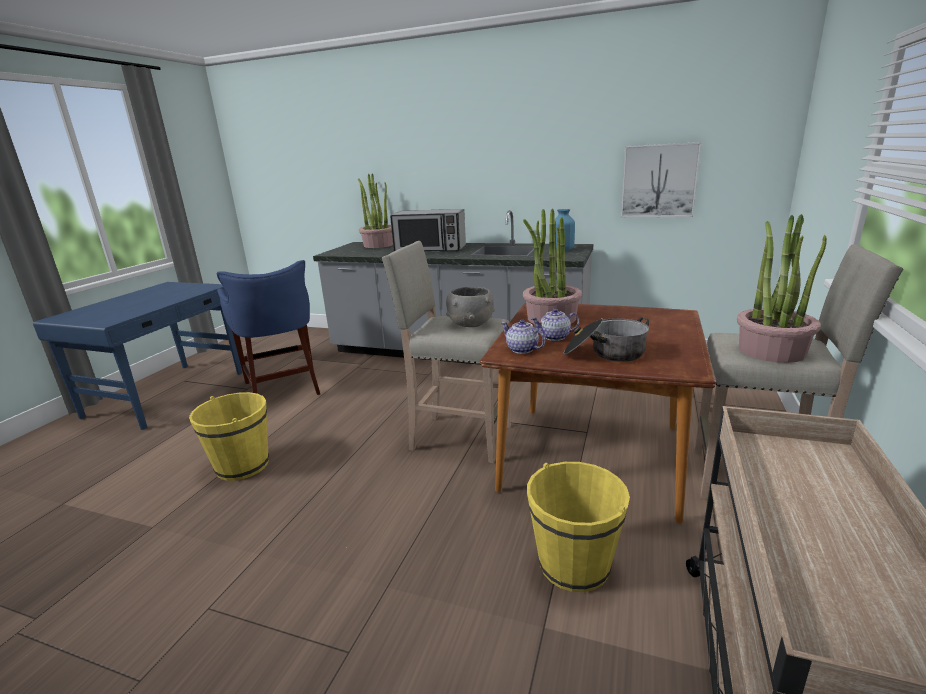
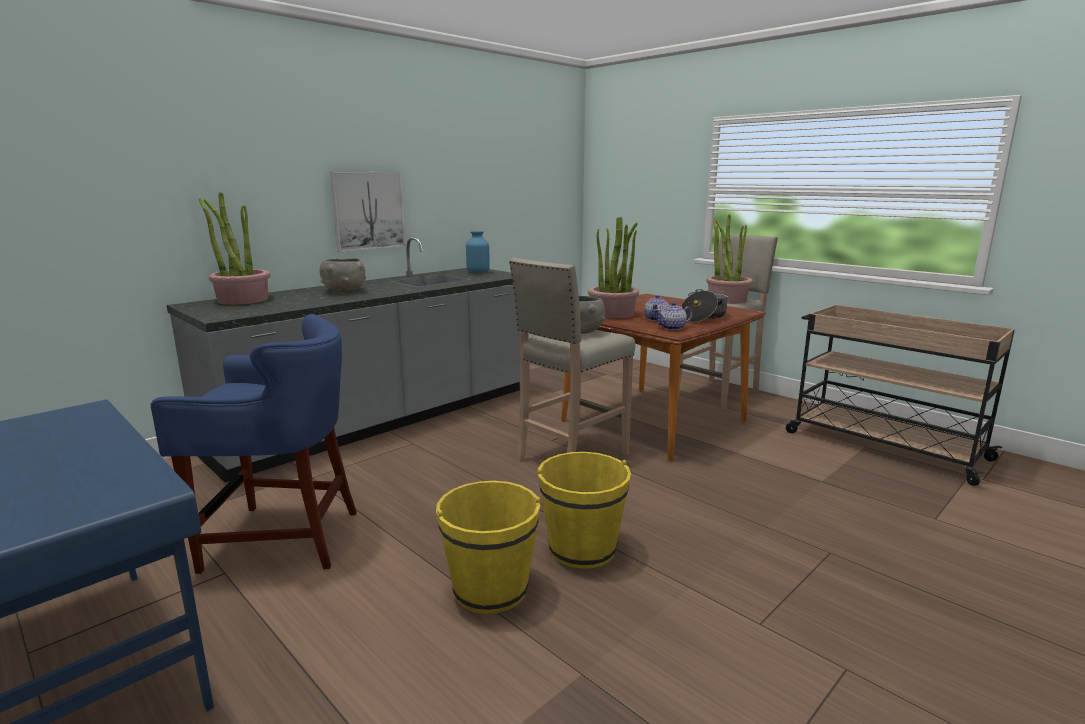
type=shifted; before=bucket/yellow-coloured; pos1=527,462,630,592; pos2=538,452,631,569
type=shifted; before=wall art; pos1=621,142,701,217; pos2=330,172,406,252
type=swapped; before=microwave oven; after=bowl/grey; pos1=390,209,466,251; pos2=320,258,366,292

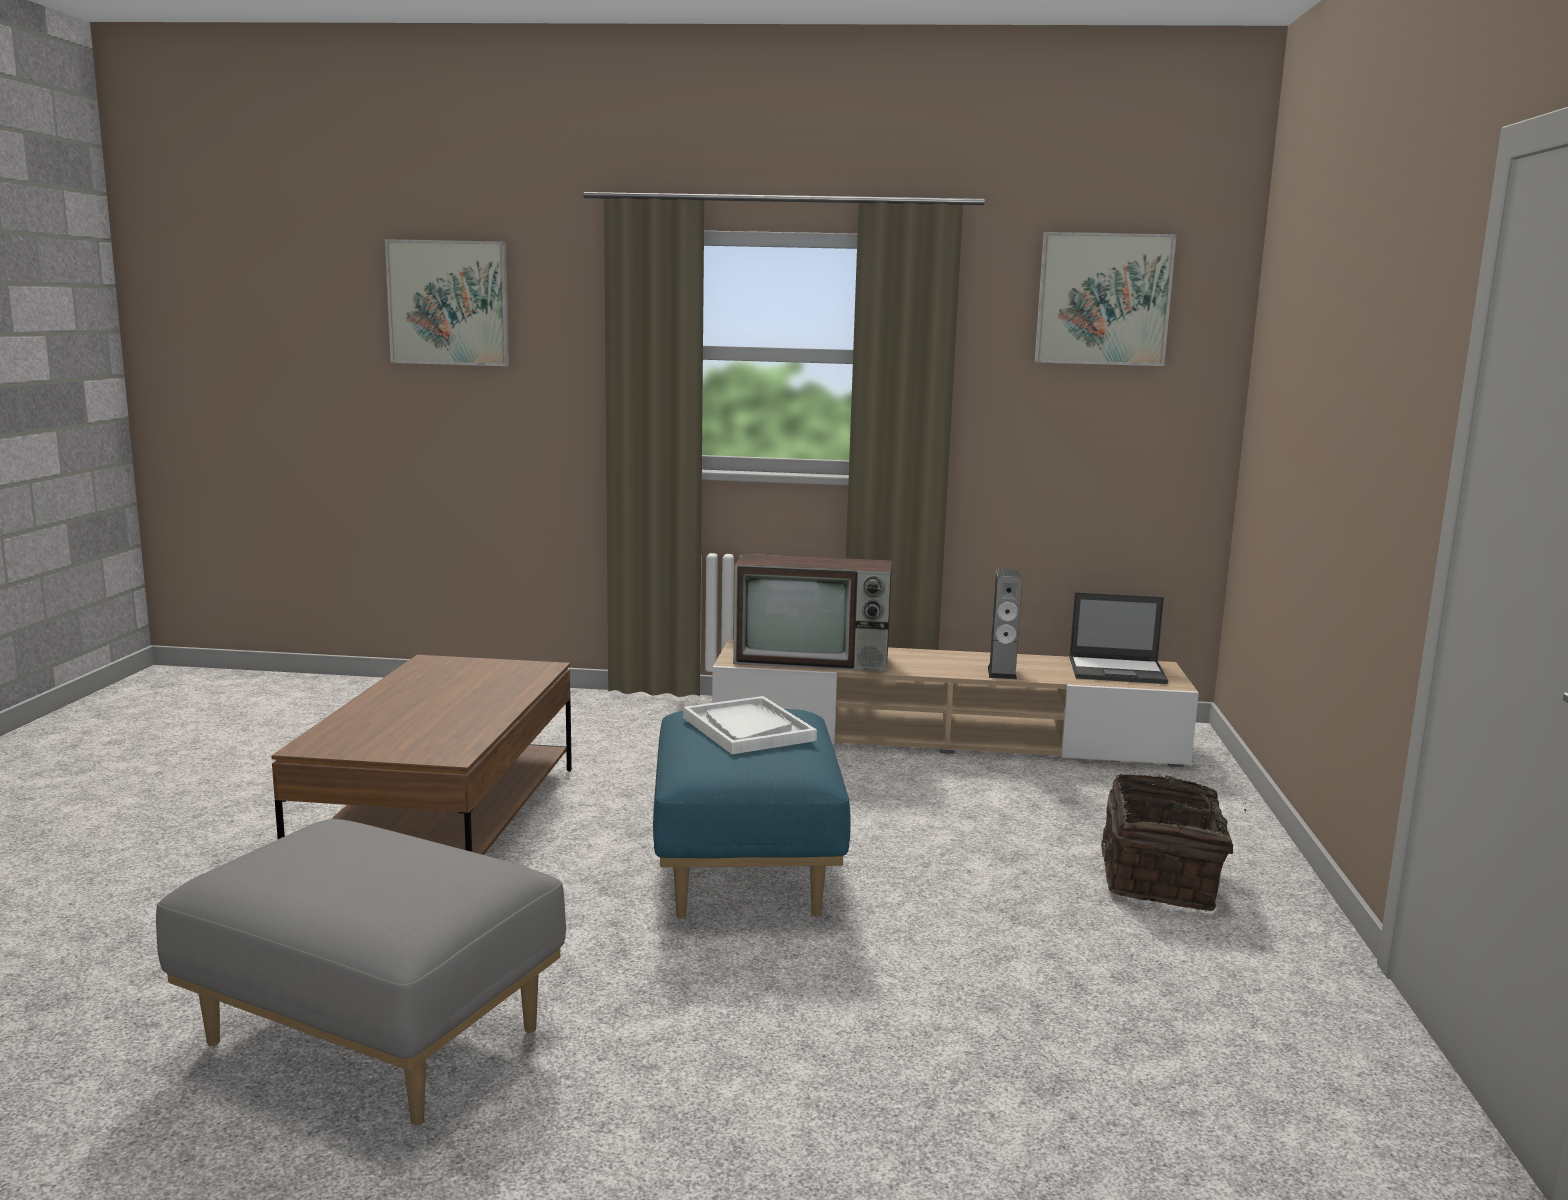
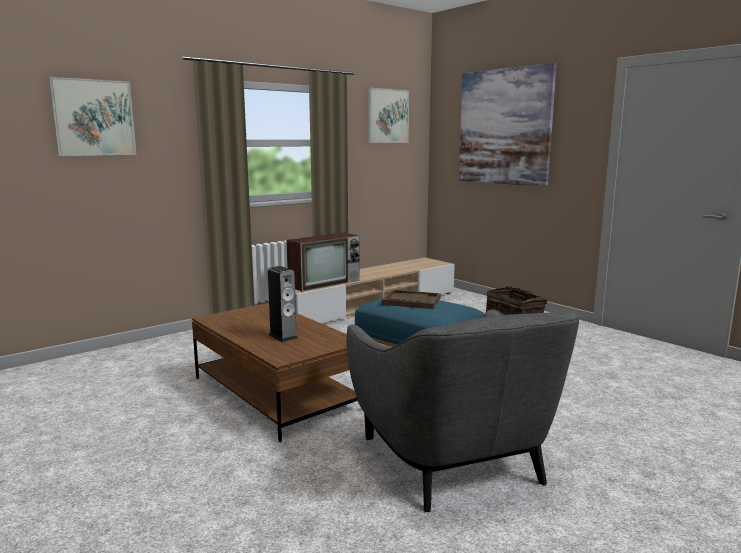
type=gone; before=notebook computer; pos1=1069,592,1168,684
type=new; after=wall art; pos2=459,63,557,187
type=shifted; before=loudspeaker; pos1=988,569,1022,679; pos2=268,266,298,342
type=swapped; before=footrest/grey; after=easy chair/grey; pos1=156,819,566,1126; pos2=347,309,580,512
type=repainted; before=carrying tray/white-coloured; after=carrying tray/brown; pos1=683,696,817,754; pos2=382,290,441,309

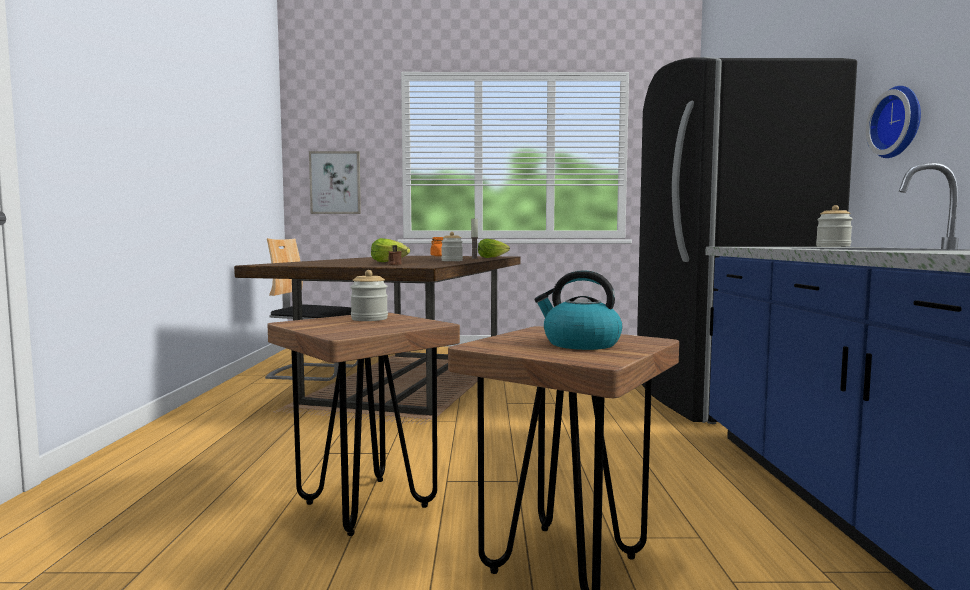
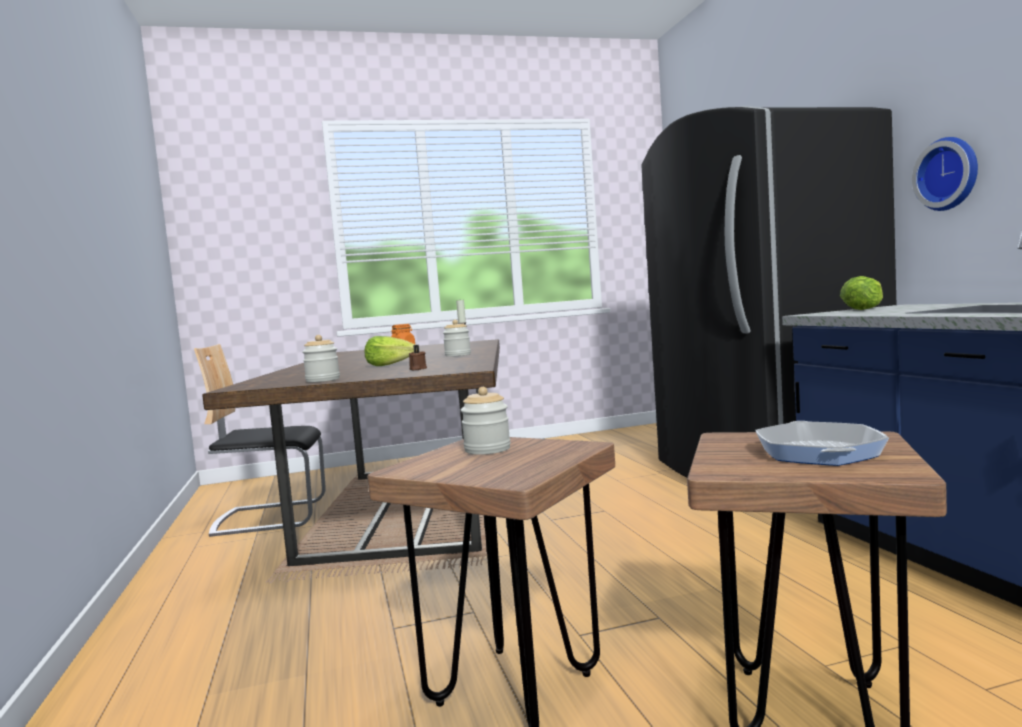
type=gone; before=wall art; pos1=309,151,361,214
type=shifted; before=lettuce; pos1=478,239,510,258; pos2=840,276,883,310
type=shifted; before=jar; pos1=816,205,853,247; pos2=302,335,340,382
type=swapped; before=tea kettle; after=frying pan; pos1=534,270,622,350; pos2=755,421,889,466

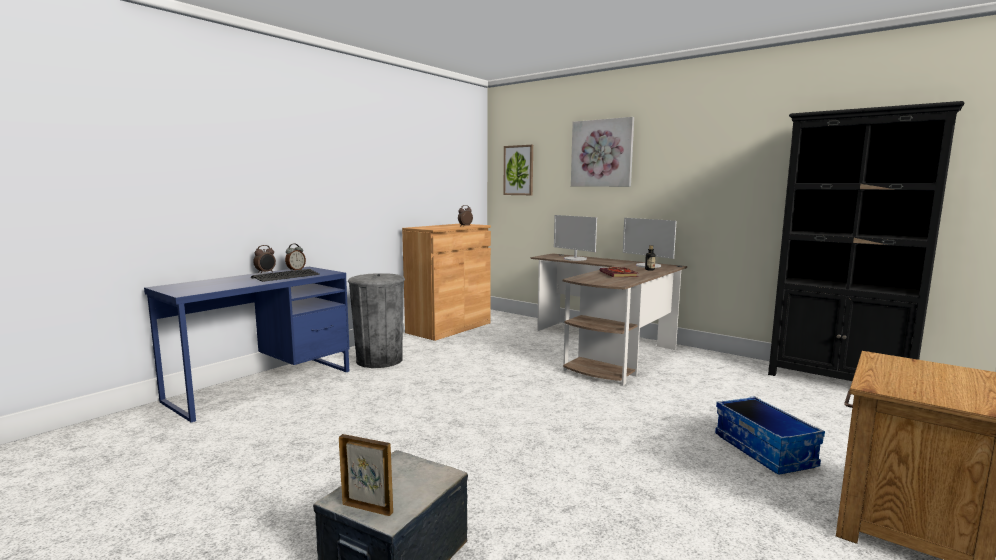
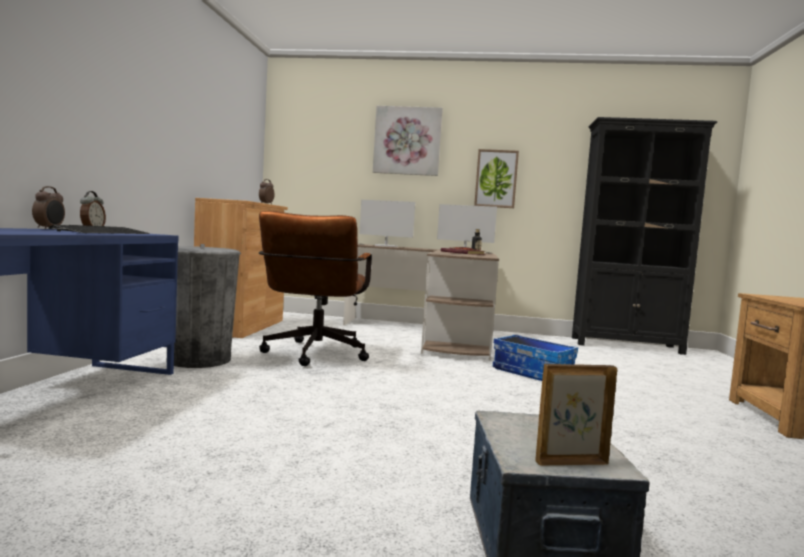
type=new; after=desk chair/brown; pos2=259,211,372,366
type=shifted; before=wall art; pos1=504,145,533,195; pos2=474,149,519,208
type=shifted; before=storage container; pos1=715,396,825,475; pos2=493,334,578,381

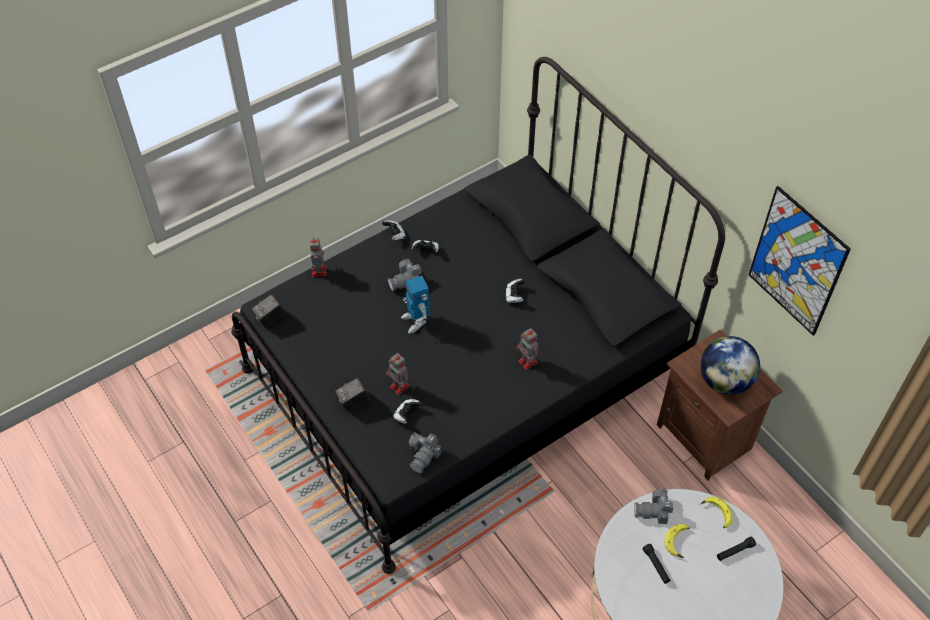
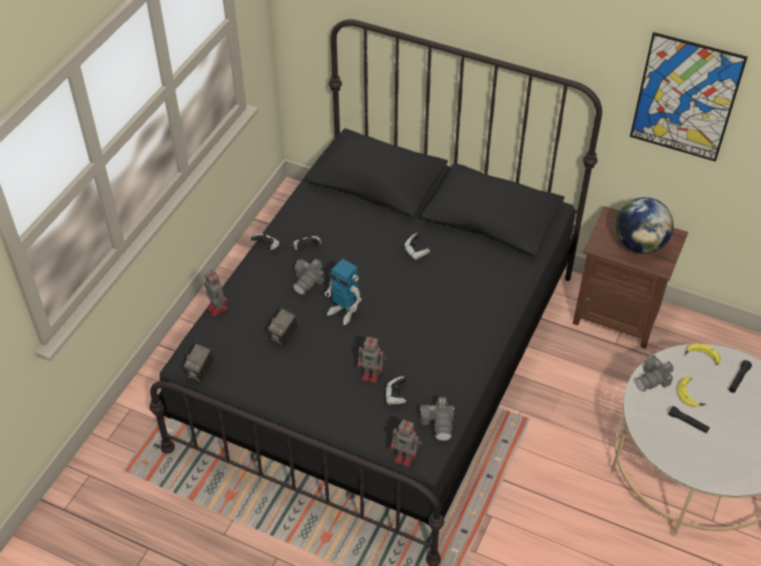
type=shifted; before=still camera; pos1=335,378,370,412; pos2=268,308,298,346
type=shifted; before=model robot; pos1=517,328,541,370; pos2=391,419,422,467

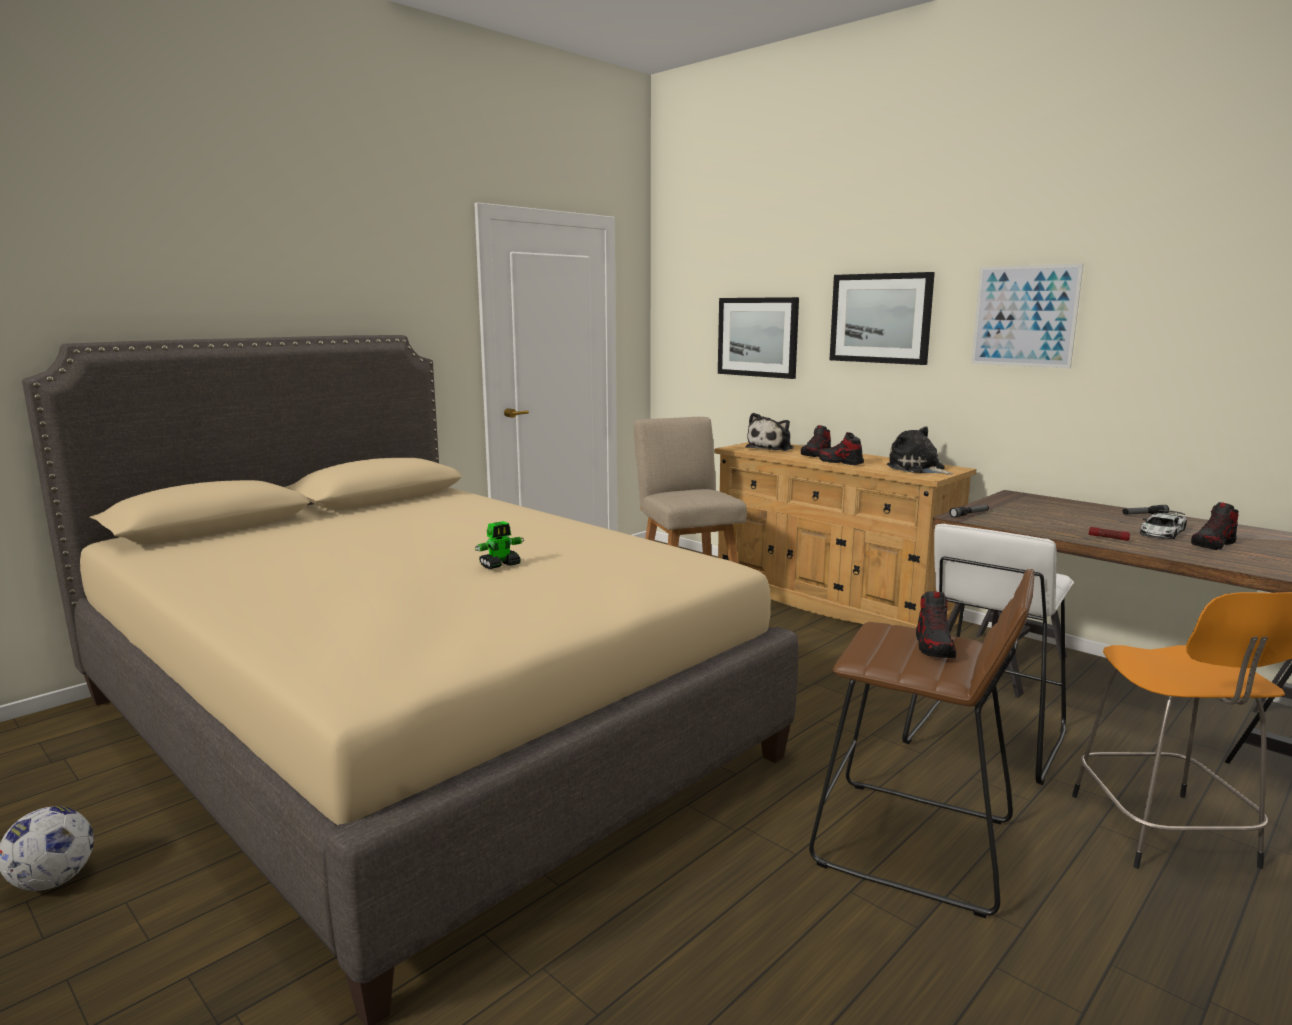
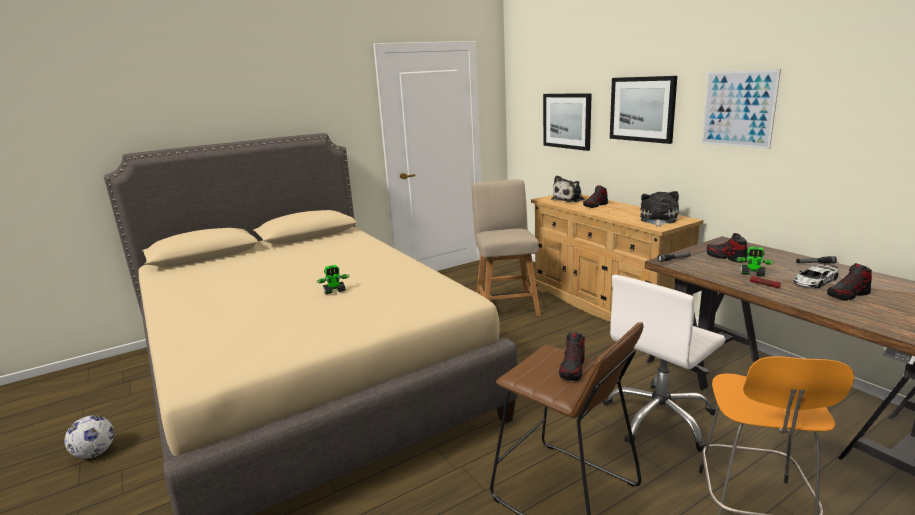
type=new; after=model robot; pos2=735,247,775,277
type=shifted; before=shoe; pos1=819,432,864,465; pos2=707,233,748,263
type=swapped; before=sitting stool/white-coloured; after=desk chair/white-coloured; pos1=902,524,1074,785; pos2=603,275,726,452
type=rotated; before=cuddly toy; pos1=887,426,953,475; pos2=640,191,679,227; turn=45

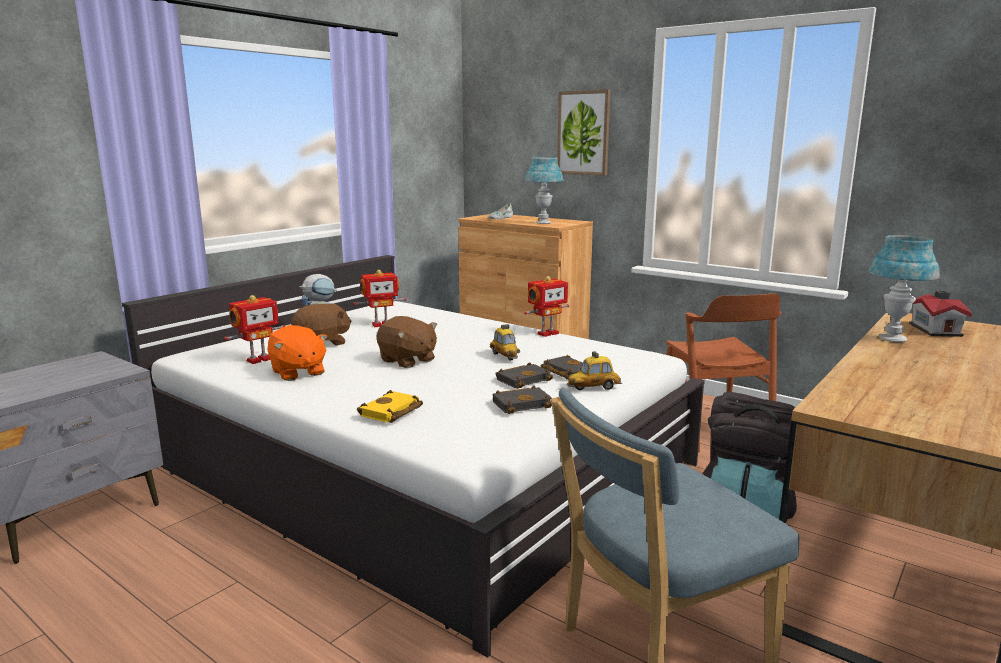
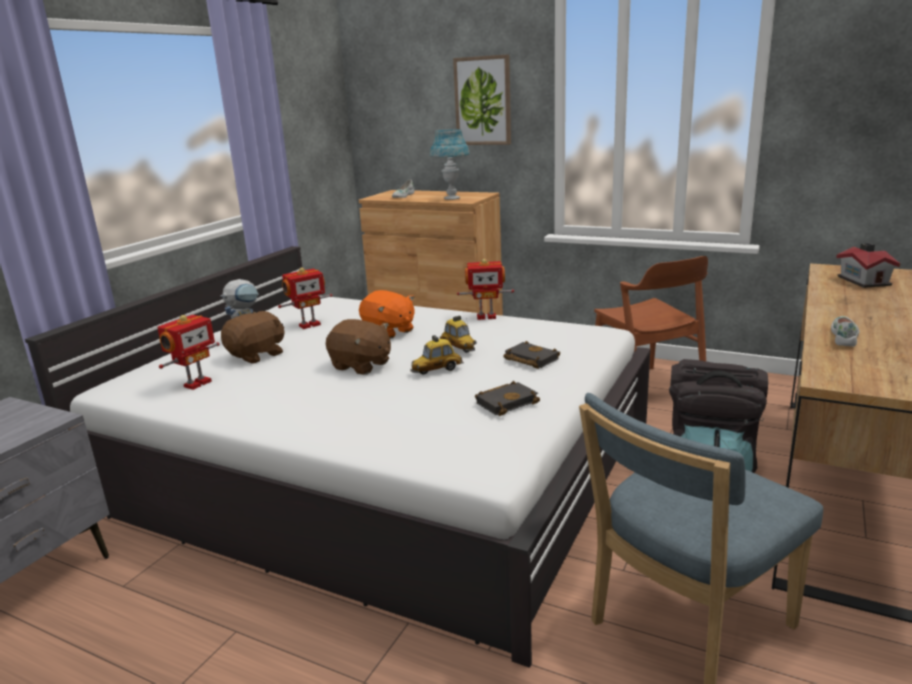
type=gone; before=volume/yellow-coloured; pos1=357,390,423,423
type=gone; before=volume/blackish; pos1=495,362,553,389
type=gone; before=table lamp/blue-coloured; pos1=869,235,940,342
type=new; after=shoe/white-coloured; pos2=831,316,859,347
type=shifted; before=cuddly toy/orange; pos1=267,325,328,381; pos2=359,290,415,339
type=shifted; before=miniature car; pos1=567,351,622,390; pos2=410,335,464,375
type=rotated; before=model robot; pos1=524,276,569,337; pos2=457,259,514,320; turn=45

